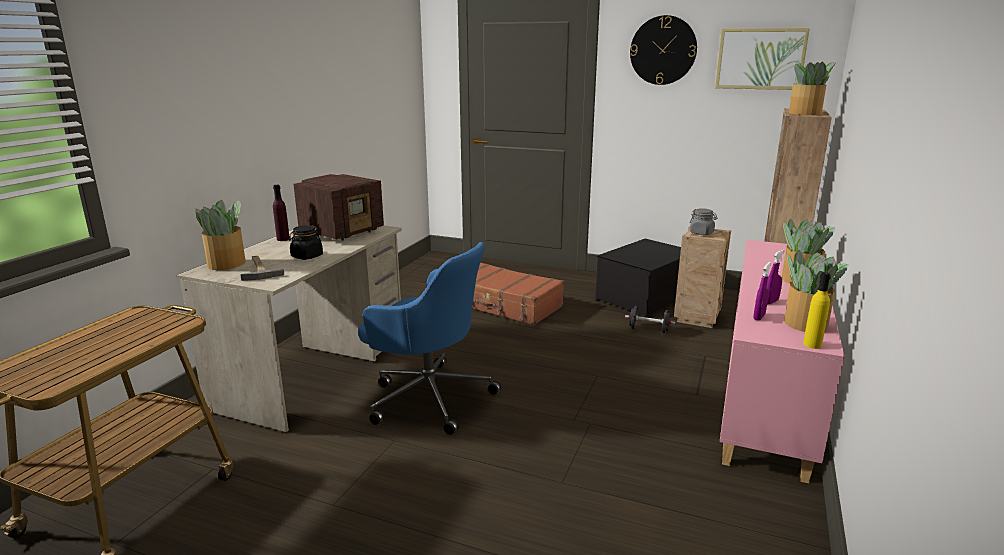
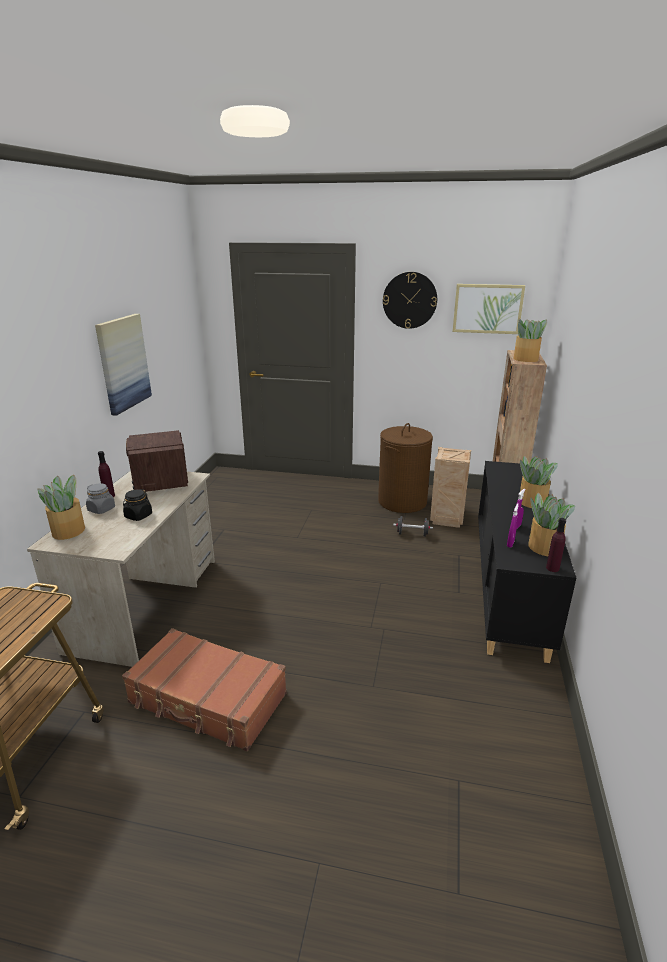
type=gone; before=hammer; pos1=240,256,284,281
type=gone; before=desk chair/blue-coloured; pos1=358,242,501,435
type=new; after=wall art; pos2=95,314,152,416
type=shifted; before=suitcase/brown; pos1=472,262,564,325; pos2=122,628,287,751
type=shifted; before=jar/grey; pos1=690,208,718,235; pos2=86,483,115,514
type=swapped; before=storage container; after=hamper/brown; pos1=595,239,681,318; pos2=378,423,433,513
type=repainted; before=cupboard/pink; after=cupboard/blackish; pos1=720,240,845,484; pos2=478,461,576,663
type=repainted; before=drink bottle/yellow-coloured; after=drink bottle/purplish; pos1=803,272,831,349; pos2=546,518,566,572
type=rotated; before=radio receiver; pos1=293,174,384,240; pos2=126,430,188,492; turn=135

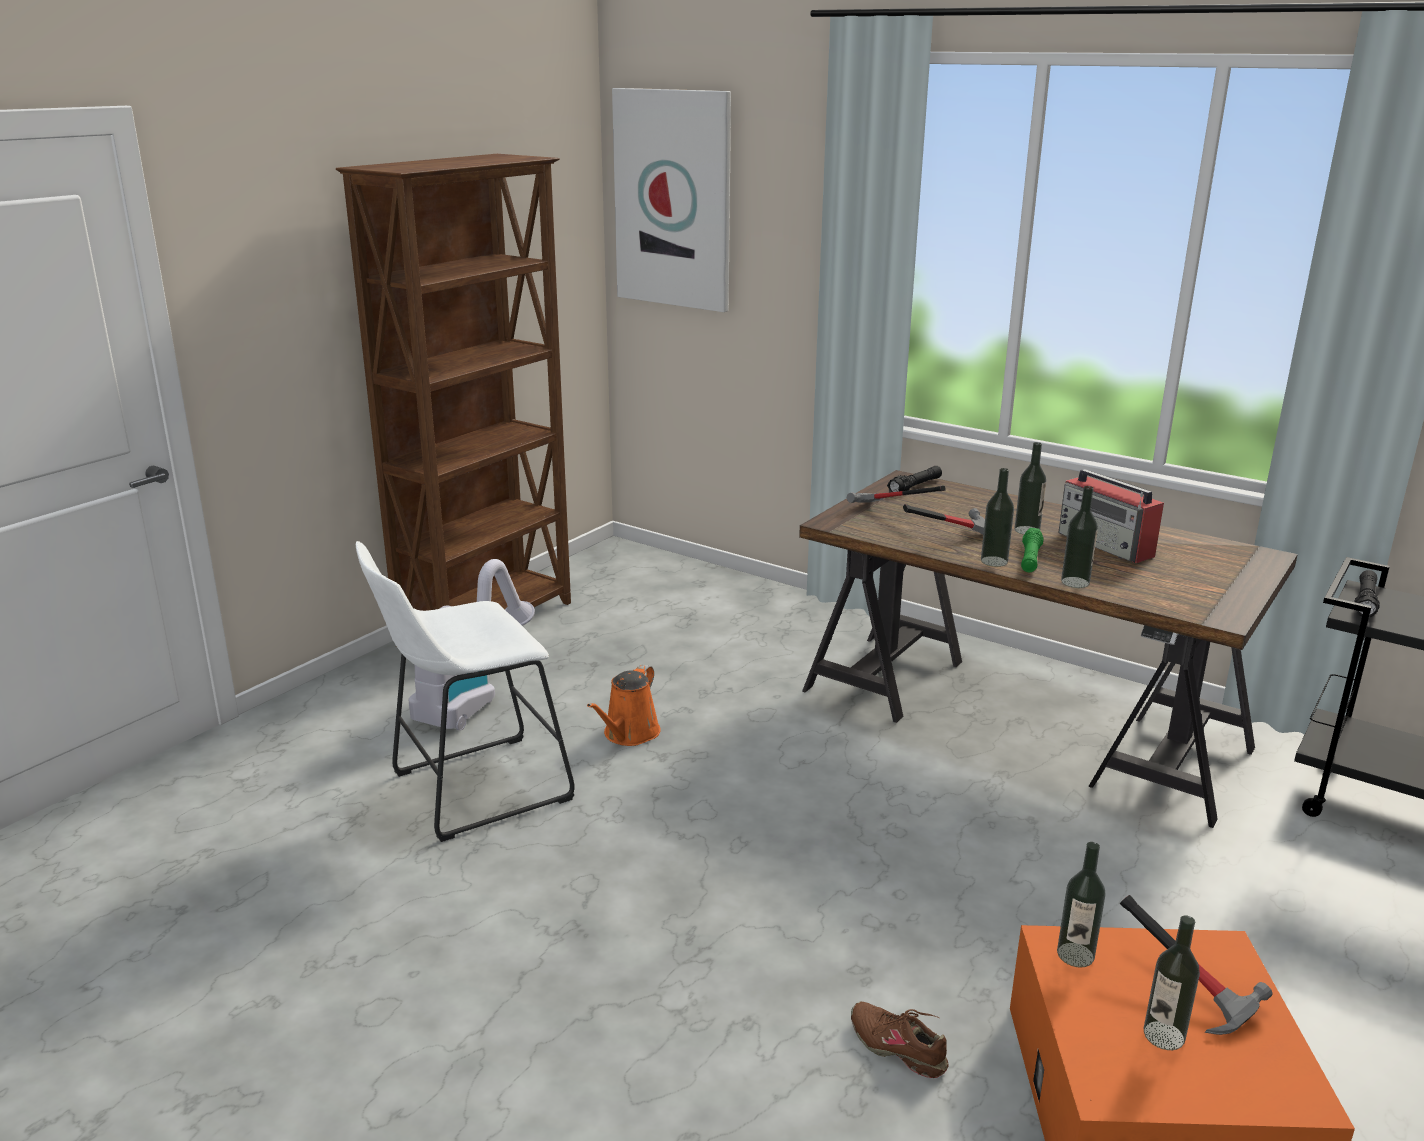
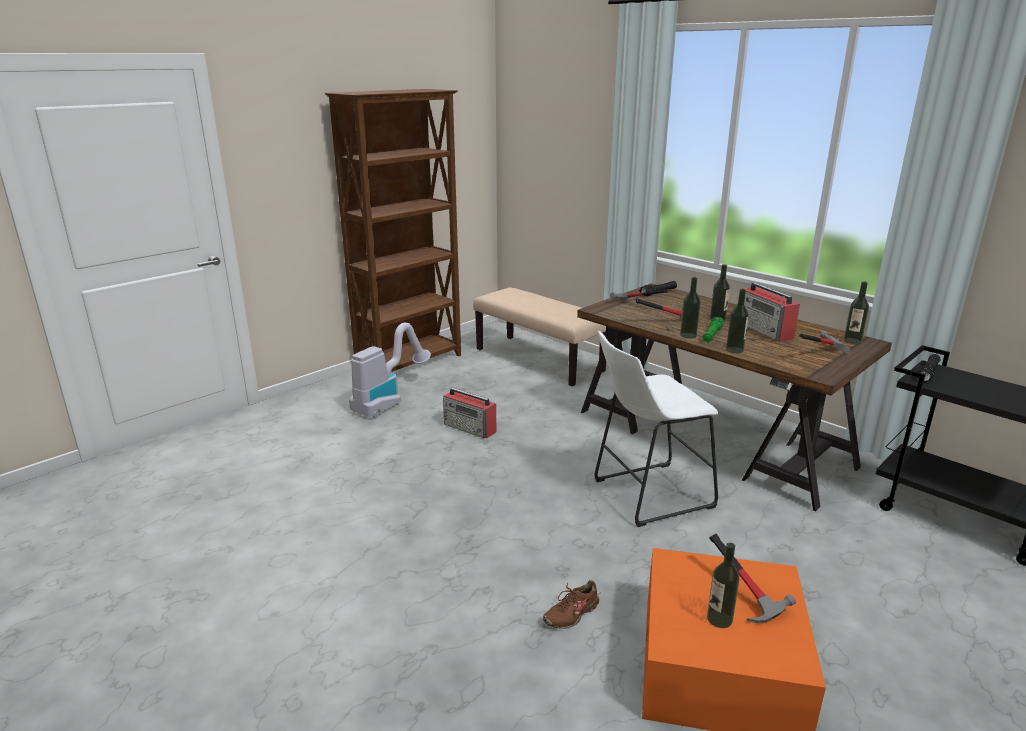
type=gone; before=wall art; pos1=612,88,731,312
type=new; after=long seat/beige-coloured; pos2=473,287,606,386
type=new; after=hammer; pos2=799,331,851,355
type=shifted; before=sitting stool/white-coloured; pos1=356,541,575,842; pos2=595,331,718,527
type=shifted; before=drink bottle; pos1=1057,842,1106,968; pos2=844,281,869,344
type=swapped; before=watering pot/orange; after=radio receiver; pos1=587,665,661,746; pos2=443,388,496,438
type=rotated; before=shoe/brown; pos1=851,1001,949,1078; pos2=543,580,600,629; turn=-90

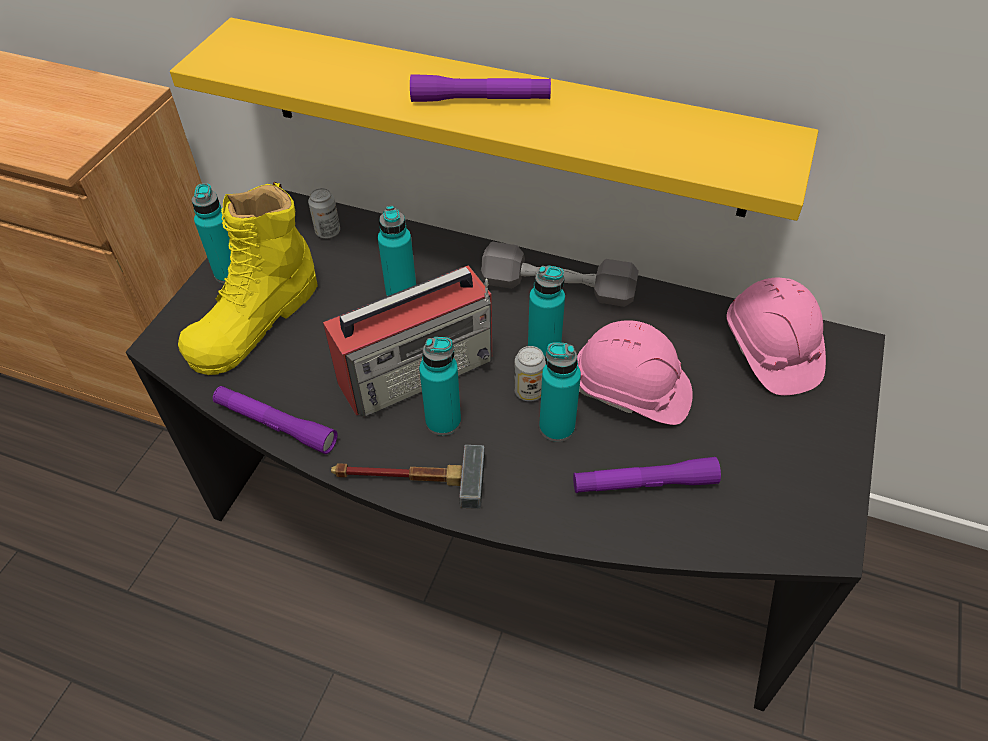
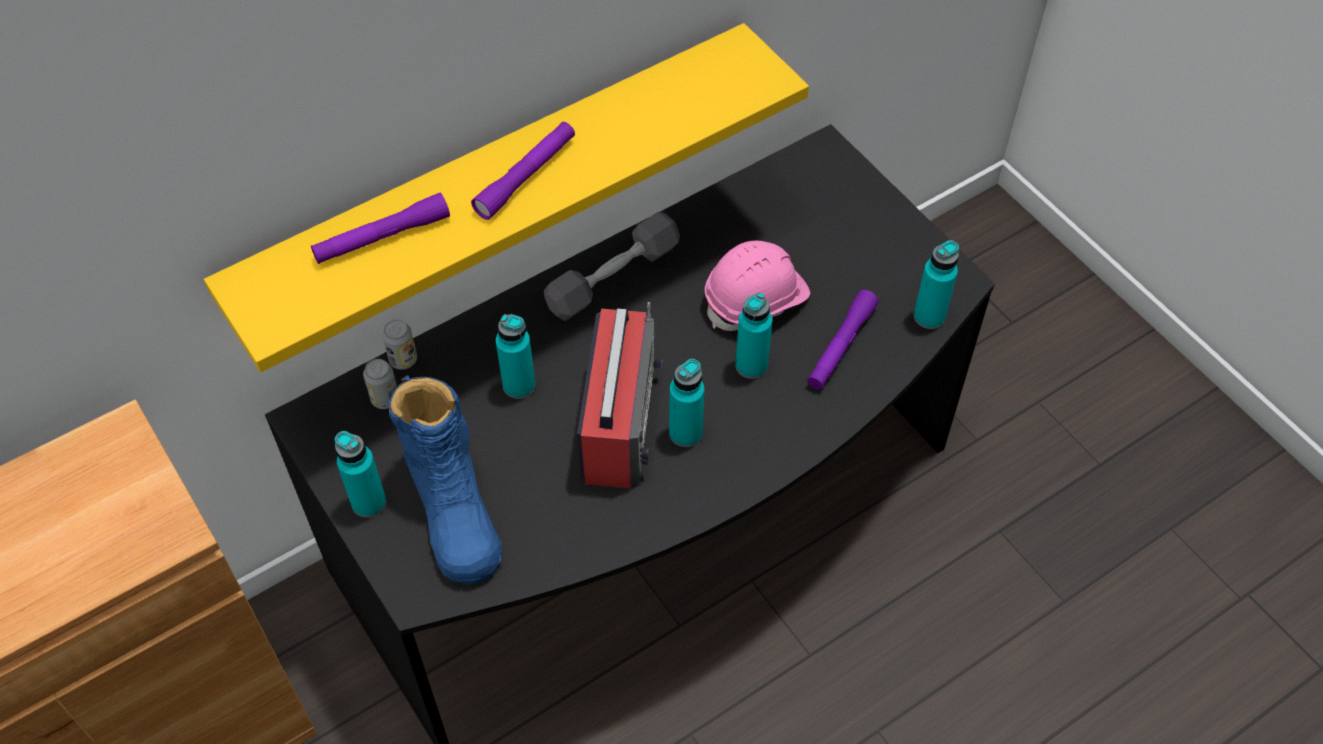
type=gone; before=hammer; pos1=331,445,485,509
type=gone; before=hard hat/pink; pos1=726,277,826,396
type=shifted; before=hand torch/purplish; pos1=213,386,338,454; pos2=311,193,450,264
type=shifted; before=sealed can; pos1=514,346,546,402; pos2=382,319,417,370
type=shifted; before=drink bottle/turquoise-coloured; pos1=528,265,565,356; pos2=914,240,959,329
type=repainted; before=tall boot/yellow-coloured; after=tall boot/blue-coloured; pos1=178,182,318,375; pos2=389,375,502,584

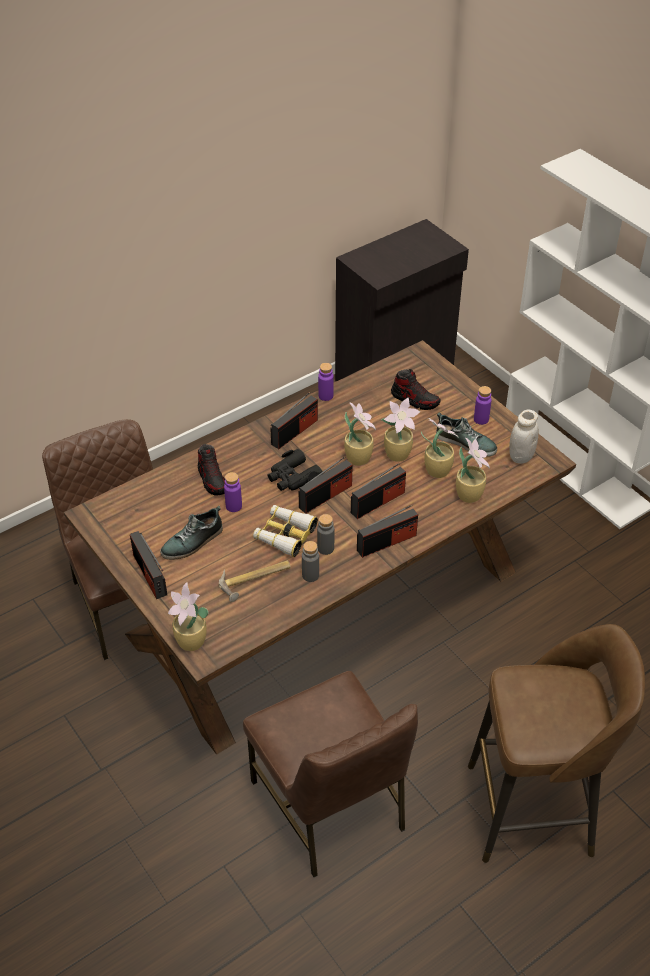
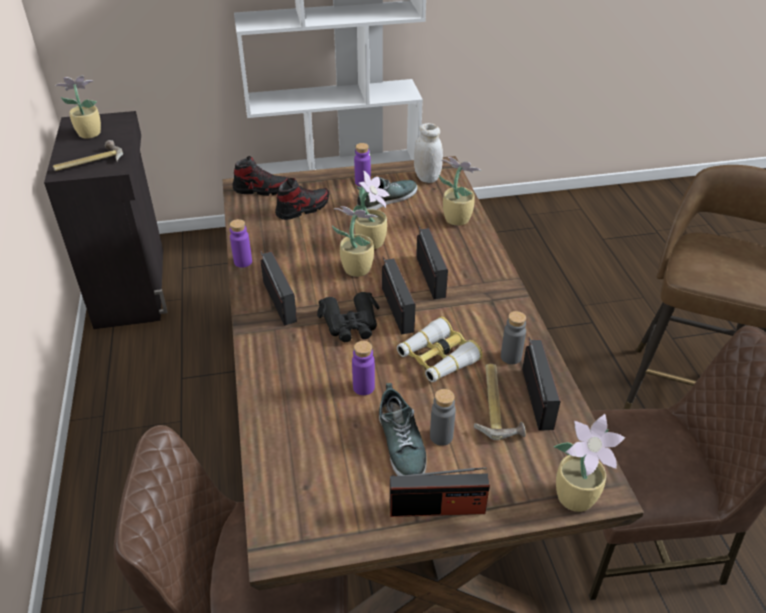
type=new; after=hammer; pos2=53,140,123,171
type=shifted; before=shoe; pos1=198,444,225,495; pos2=232,156,289,196
type=shifted; before=drink bottle/grey; pos1=317,514,334,555; pos2=430,389,456,446
type=shifted; before=radio receiver; pos1=357,505,418,558; pos2=522,337,560,431
type=shifted; before=houseplant; pos1=421,418,458,478; pos2=55,75,101,139

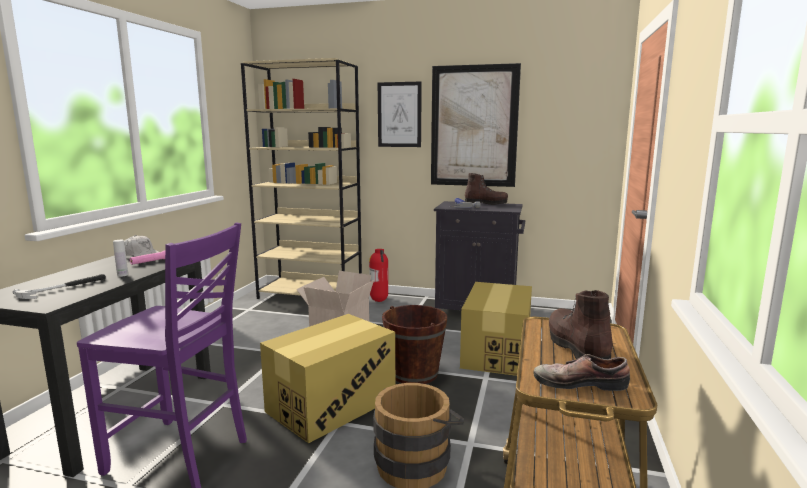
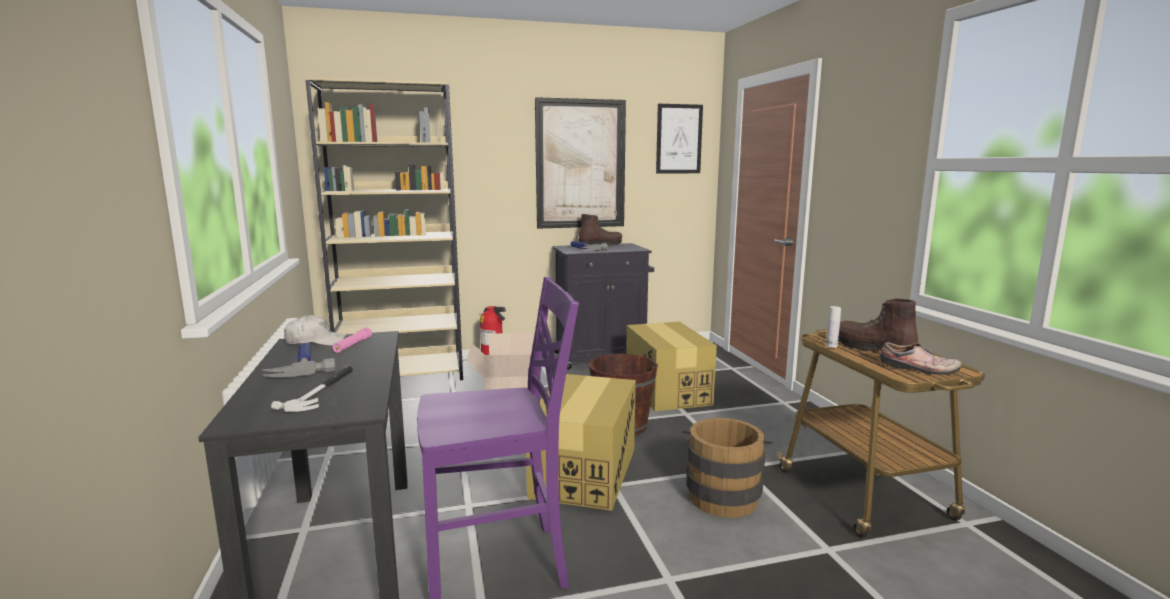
type=new; after=hammer; pos2=262,343,336,377
type=shifted; before=drink bottle/white-coloured; pos1=113,240,128,277; pos2=826,306,841,348
type=shifted; before=wall art; pos1=378,82,422,147; pos2=656,104,703,174
type=rotated; before=shoe; pos1=533,354,630,391; pos2=880,342,962,375; turn=-135

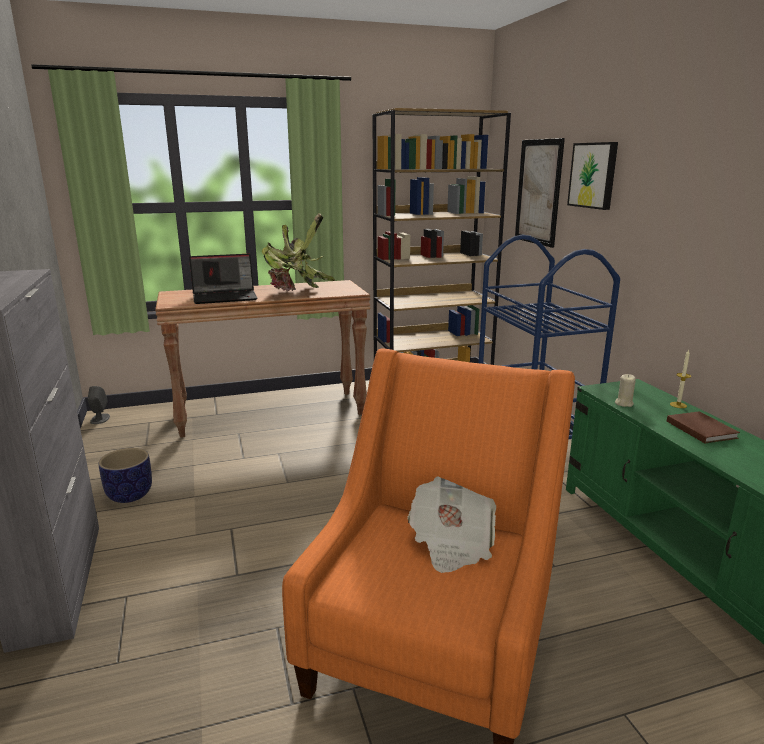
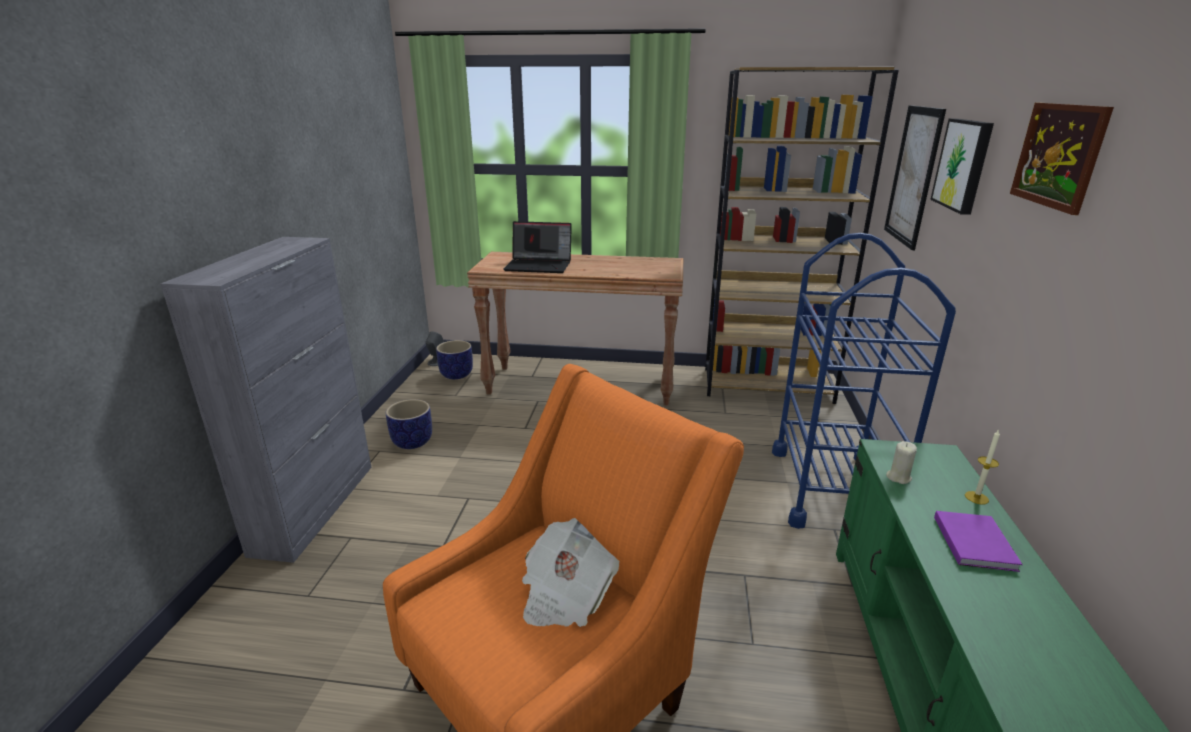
type=gone; before=houseplant; pos1=262,213,335,291
type=new; after=flower pot; pos2=436,340,473,379
type=new; after=wall art; pos2=1010,103,1114,215
type=repainted; before=volume/brown; after=volume/purplish; pos1=667,411,740,443; pos2=934,511,1023,572

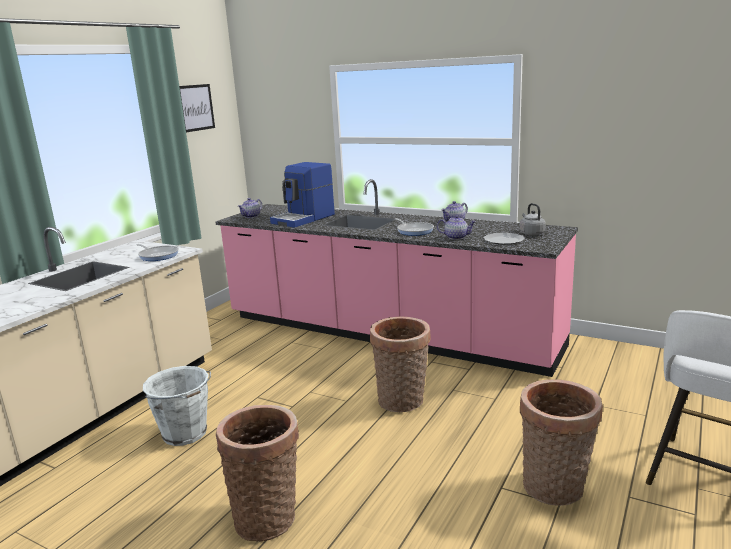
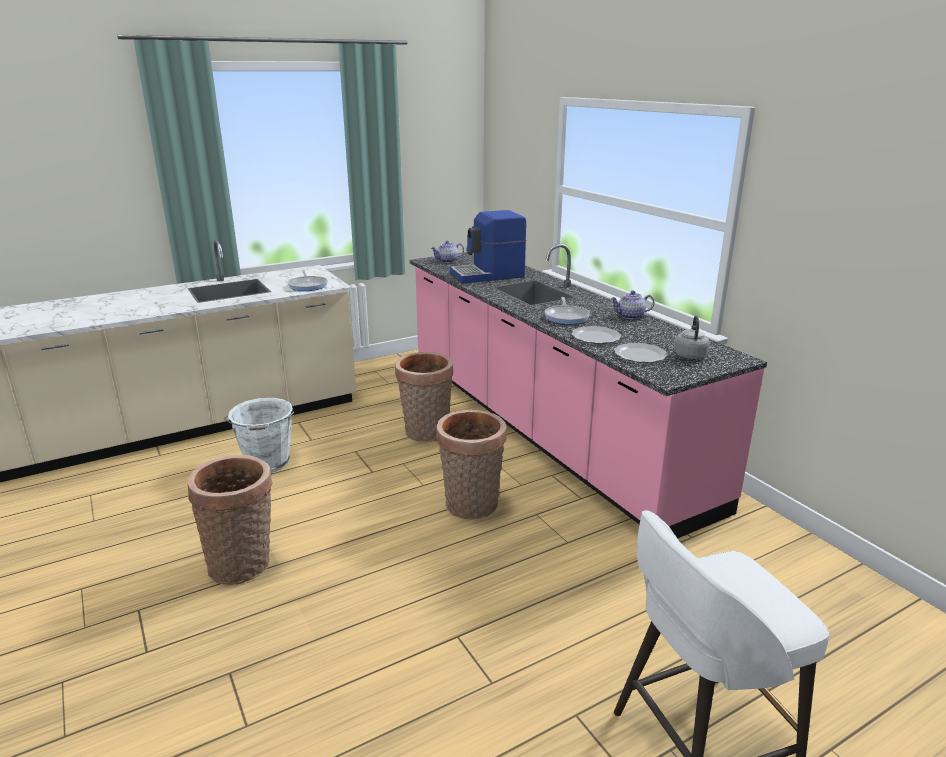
type=gone; before=wall art; pos1=179,84,215,132
type=shifted; before=basket; pos1=520,379,603,506; pos2=395,352,453,442
type=swapped; before=pot for tea; after=dinner plate; pos1=437,215,476,240; pos2=571,326,621,344

